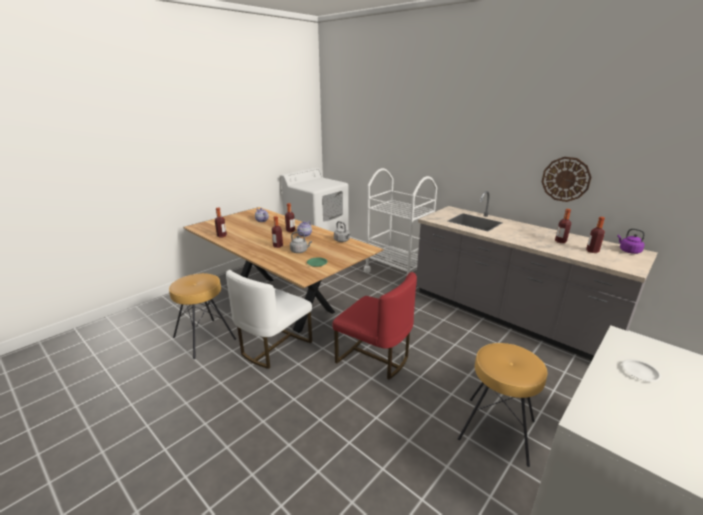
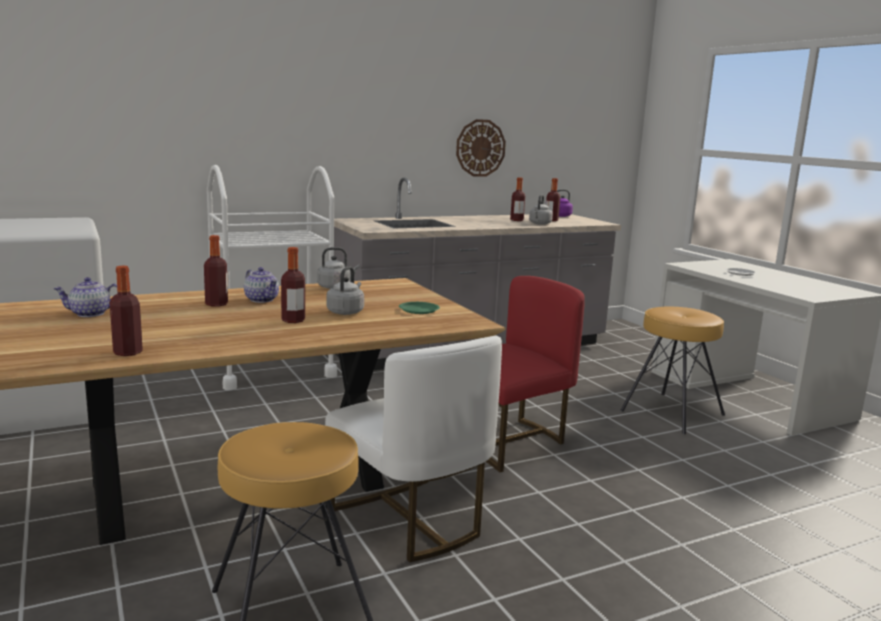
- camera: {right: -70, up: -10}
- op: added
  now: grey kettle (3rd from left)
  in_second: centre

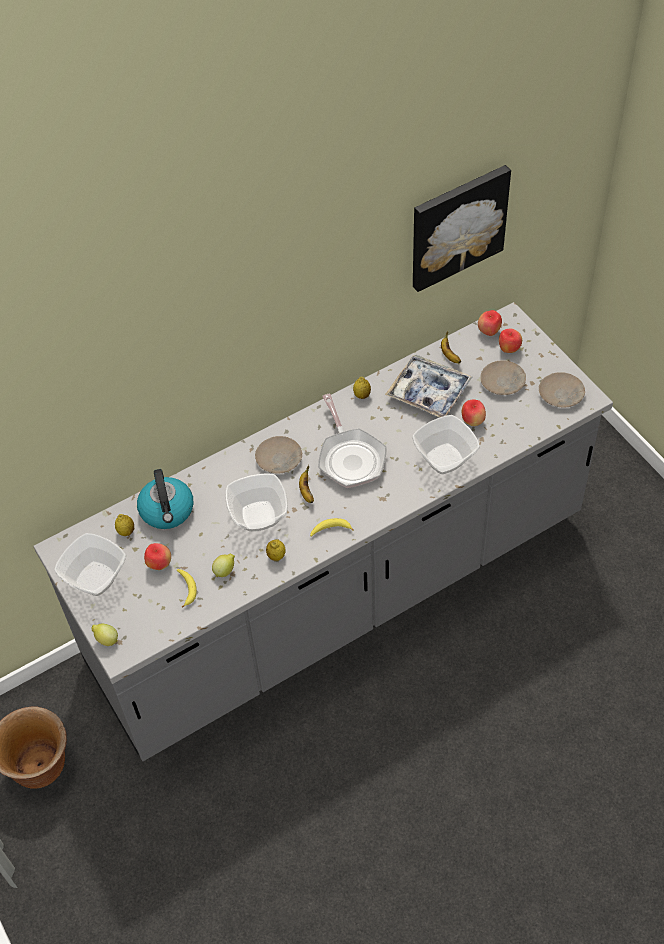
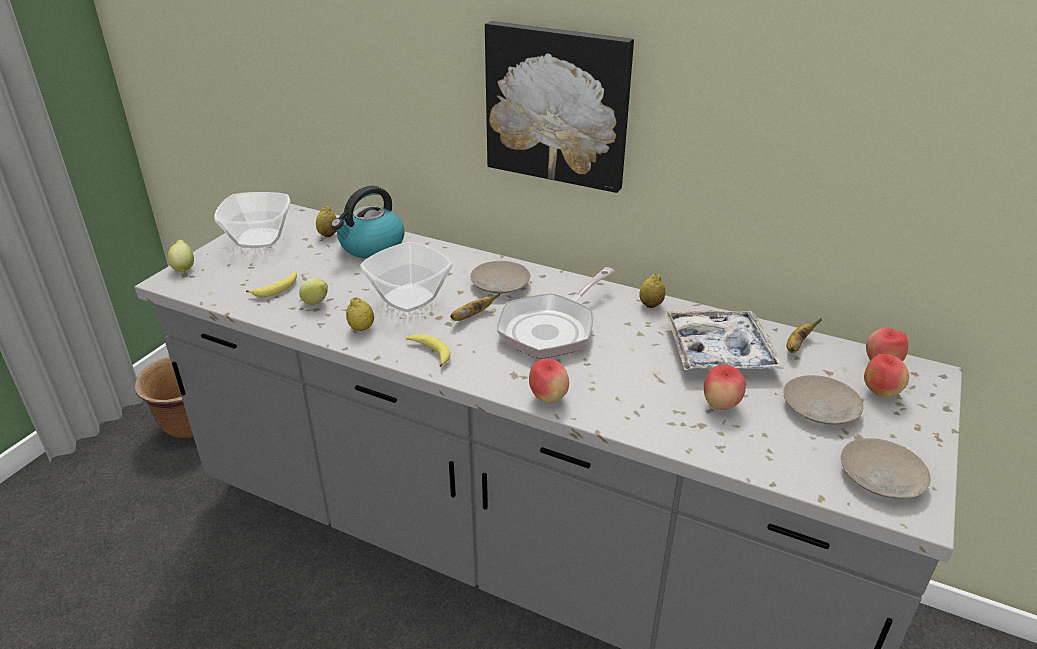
- camera: {right: 55, up: -20}
- op: removed
  was: bowl (3rd from left)
  in_first: middle right
- op: moved
  was: apple (1st from left)
  in_first: middle left
  in_second: centre
- op: moved
  was: picture
  in_first: top right
  in_second: top centre

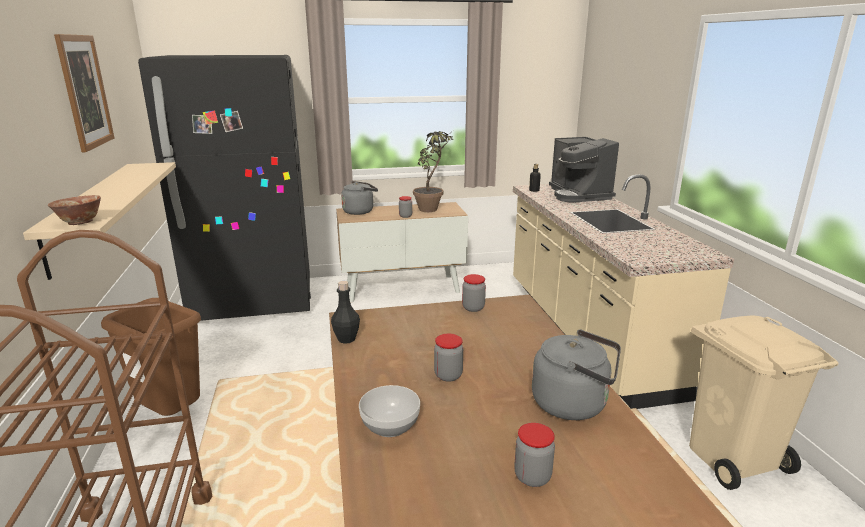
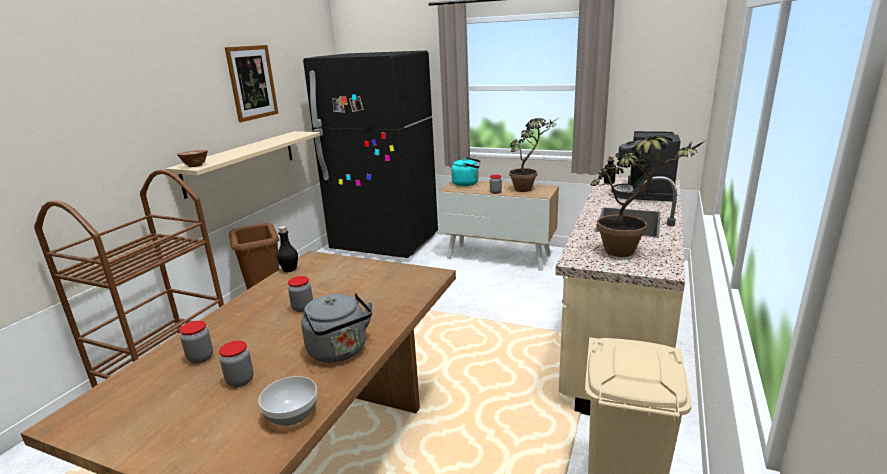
- camera: {right: 35, up: 0}
- op: added
  now: potted plant (2nd from left)
  in_second: middle right
- op: moved
  was: bowl (2nd from left)
  in_first: bottom centre
  in_second: bottom left
- op: moved
  was: jar (3rd from left in the first image)
  now: jar (1st from left)
  in_first: centre
  in_second: bottom left
- op: recoloured
  was: grey kettle (1st from left)
  now: turquoise kettle
  in_first: centre
  in_second: centre

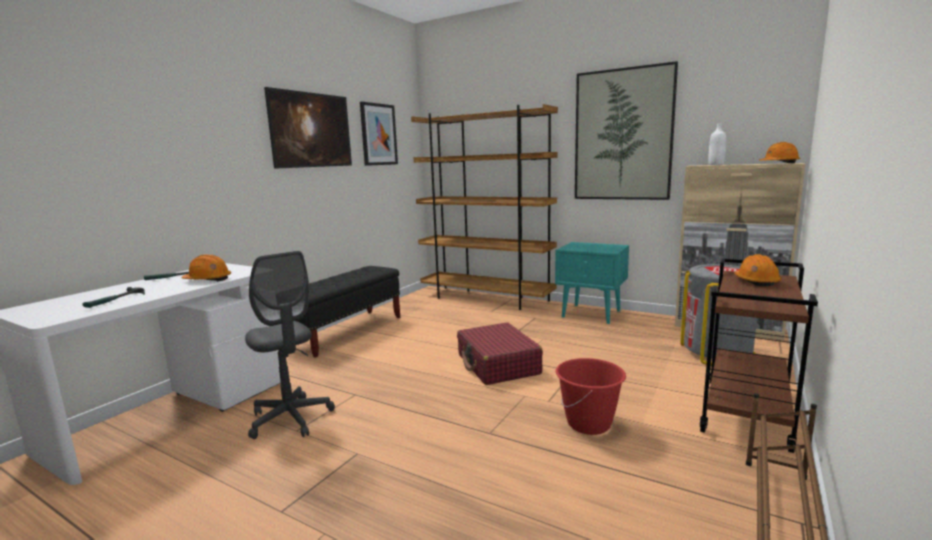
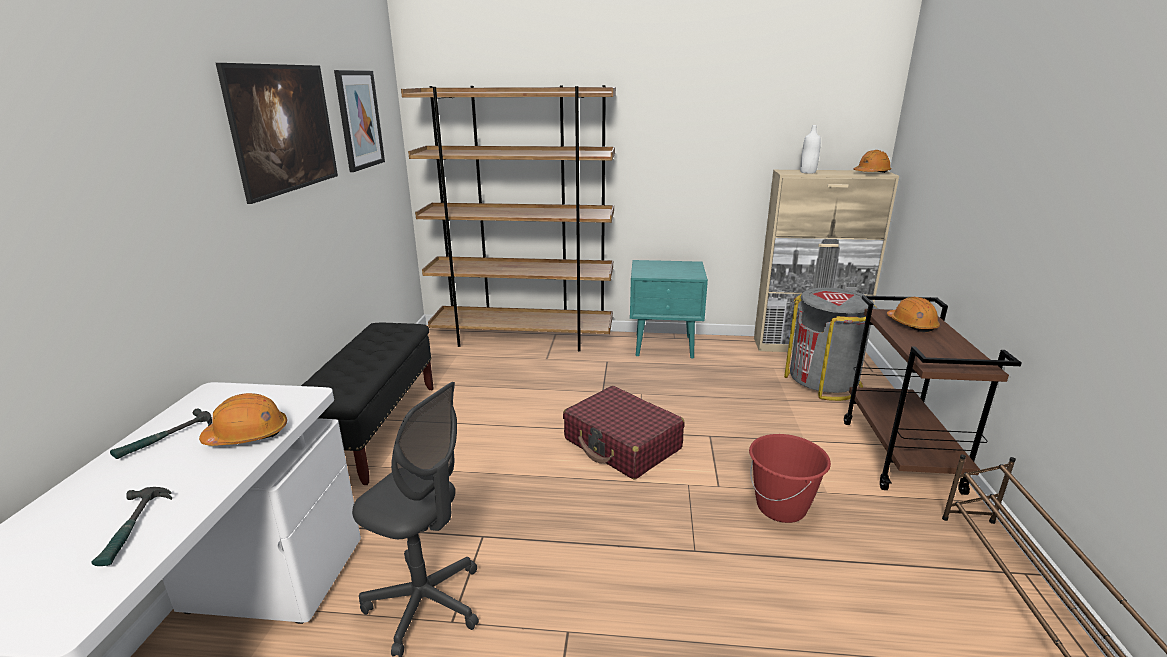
- camera: {right: -25, up: 10}
- op: removed
  was: picture (3rd from left)
  in_first: top right

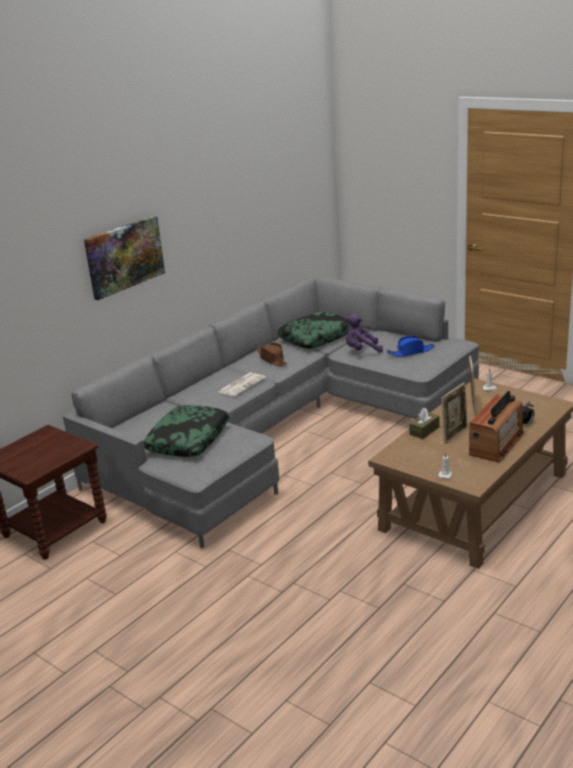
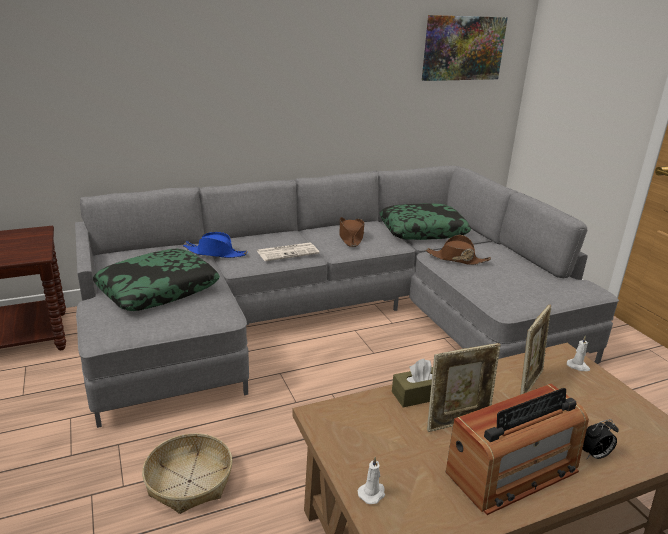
- camera: {right: 25, up: 0}
- op: added
  now: basket
  in_second: bottom left
- op: moved
  was: picture
  in_first: middle left
  in_second: top right
- op: moved
  was: blue hat
  in_first: middle right
  in_second: middle left
- op: replaced
  was: purple plush toy
  now: brown hat (2nd from left)
  in_first: centre
  in_second: middle right

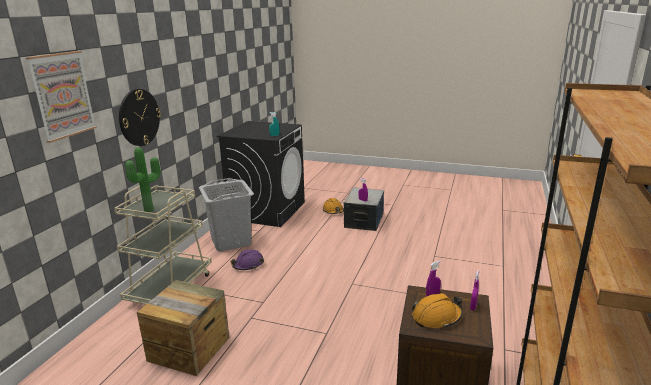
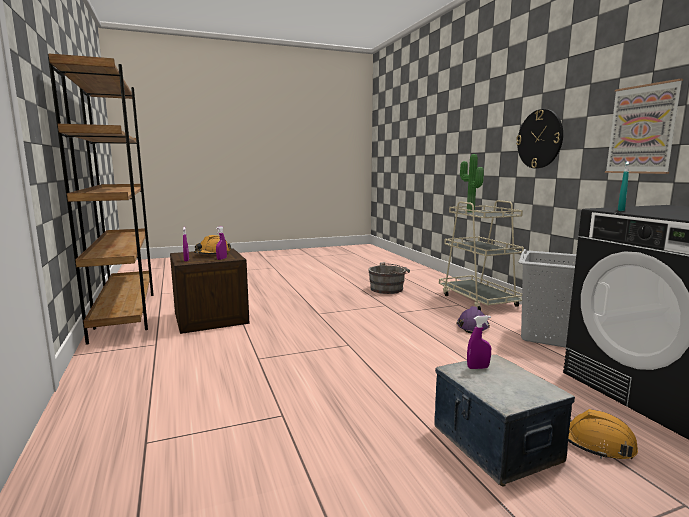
- camera: {right: 140, up: -10}
- op: moved
  was: picture
  in_first: top left
  in_second: top right
- op: replaced
  was: crate (1st from left)
  now: grey bucket
  in_first: bottom left
  in_second: centre

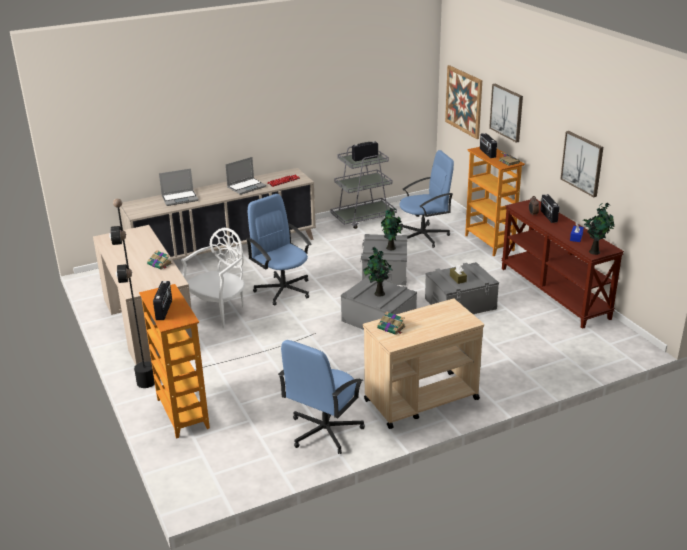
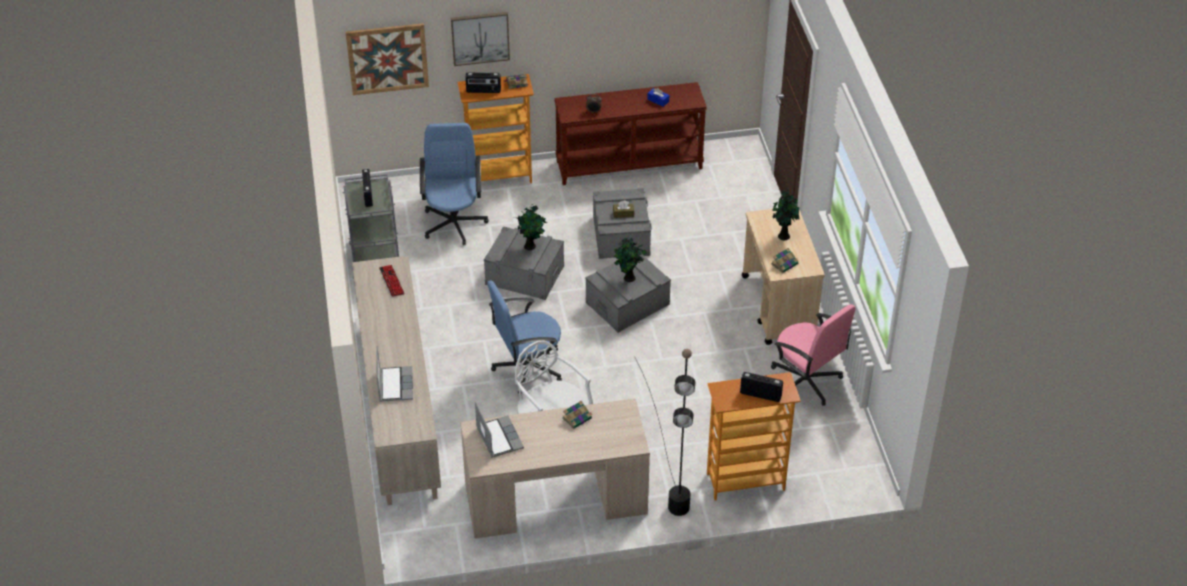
- camera: {right: -75, up: 15}
- op: removed
  was: radio (4th from left)
  in_first: middle right
- op: removed
  was: picture (3rd from left)
  in_first: top right
- op: moved
  was: laptop (2nd from left)
  in_first: top centre
  in_second: bottom centre
- op: moved
  was: potted plant (3rd from left)
  in_first: middle right
  in_second: centre
- op: recoloured
  was: blue office chair (2nd from left)
  now: pink office chair
  in_first: bottom centre
  in_second: middle right

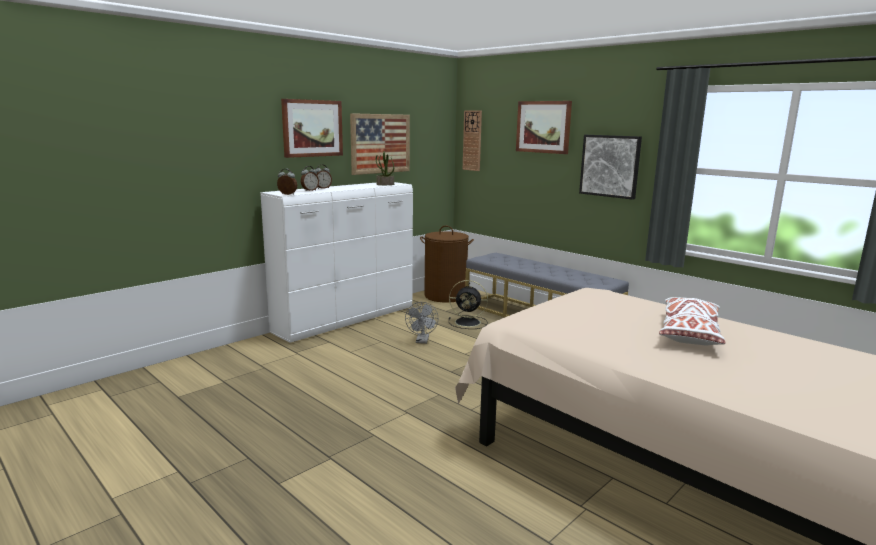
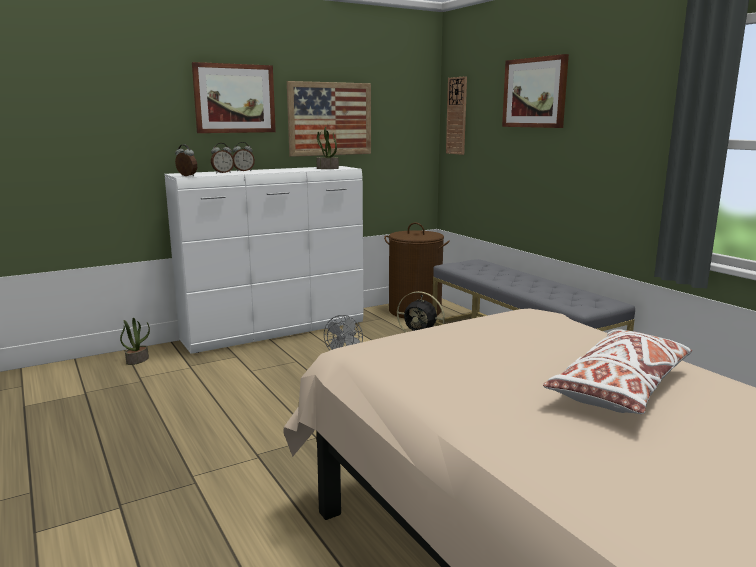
- camera: {right: 15, up: 0}
- op: removed
  was: picture (4th from left)
  in_first: top right
- op: added
  now: potted plant (1st from left)
  in_second: middle left

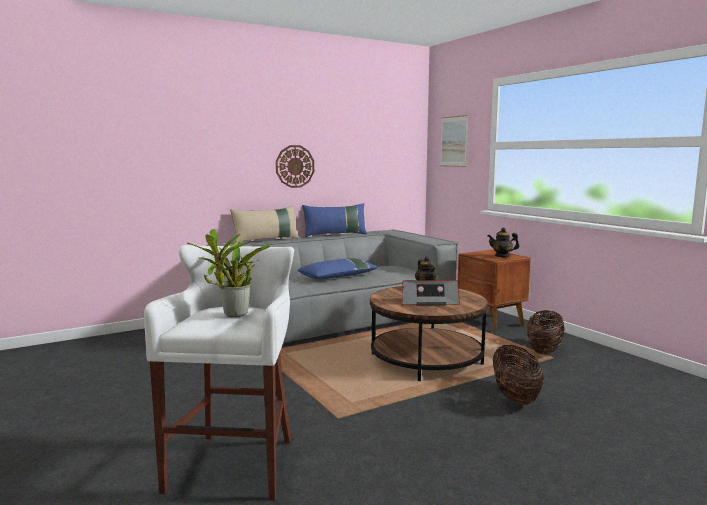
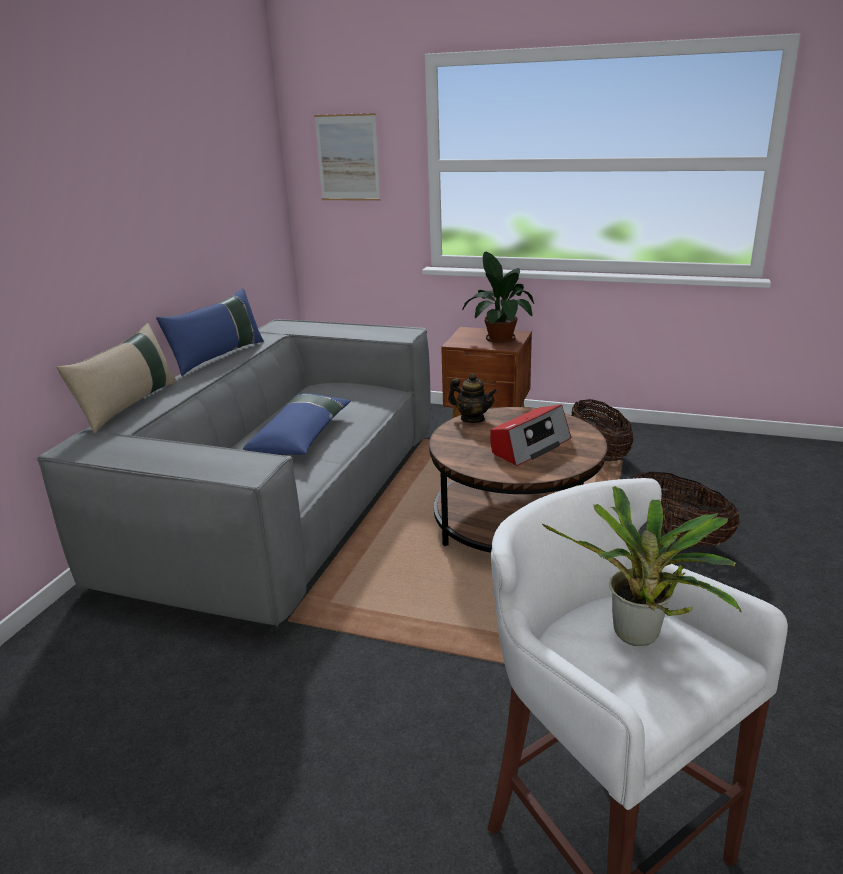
- camera: {right: -40, up: 15}
- op: removed
  was: wall clock
  in_first: top centre
- op: replaced
  was: teapot (2nd from left)
  now: potted plant (1st from left)
  in_first: middle right
  in_second: centre

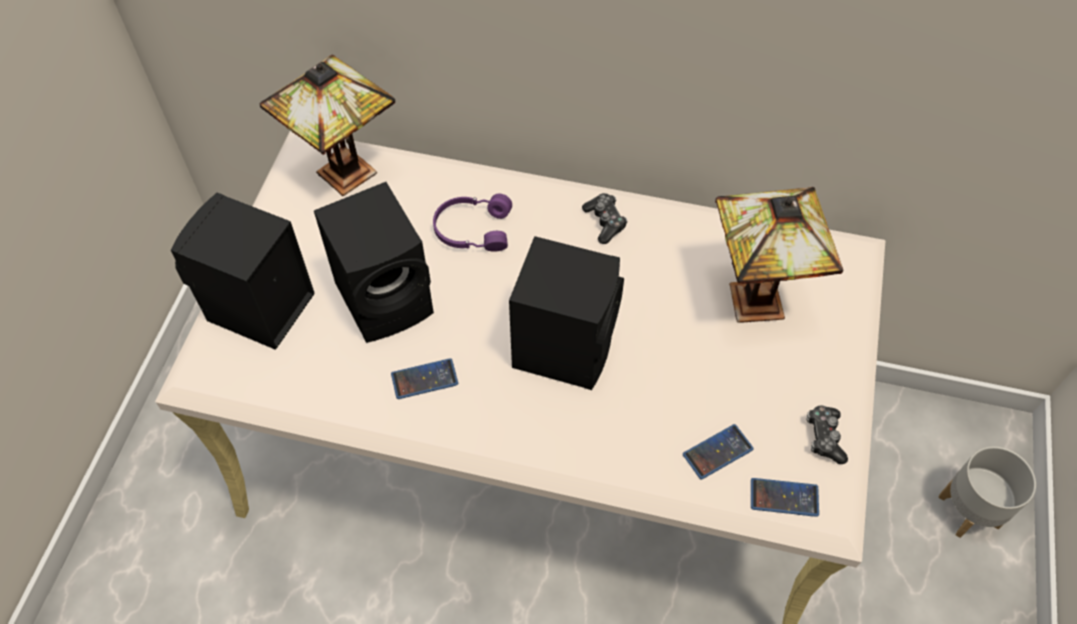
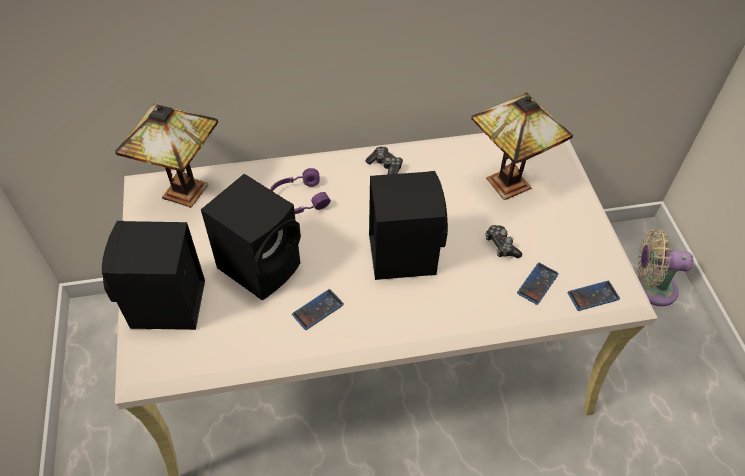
- camera: {right: -25, up: -5}
- op: moved
  was: game controller (2nd from left)
  in_first: bottom right
  in_second: middle right
- op: replaced
  was: grey planter
  now: beige fan
  in_first: bottom right
  in_second: middle right

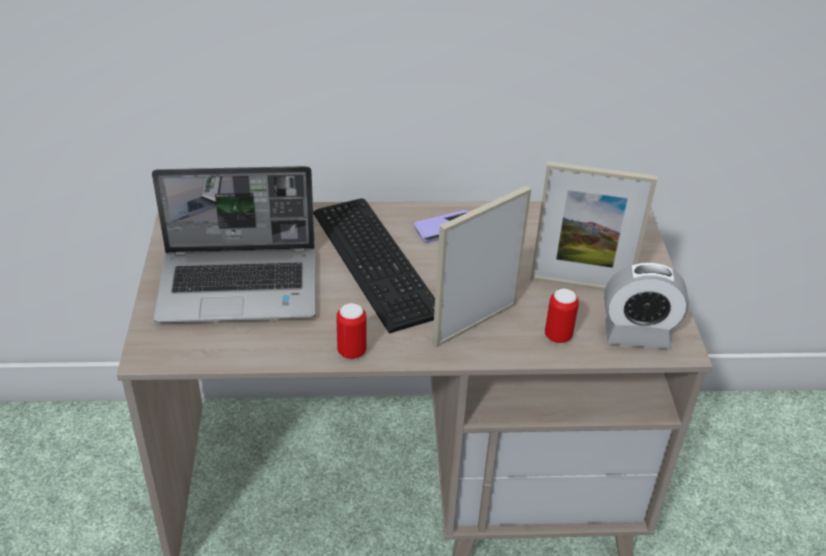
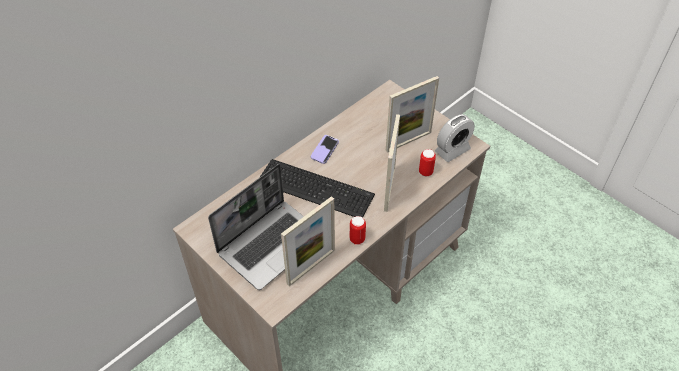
- camera: {right: -40, up: 10}
- op: added
  now: picture frame (1st from left)
  in_second: centre

